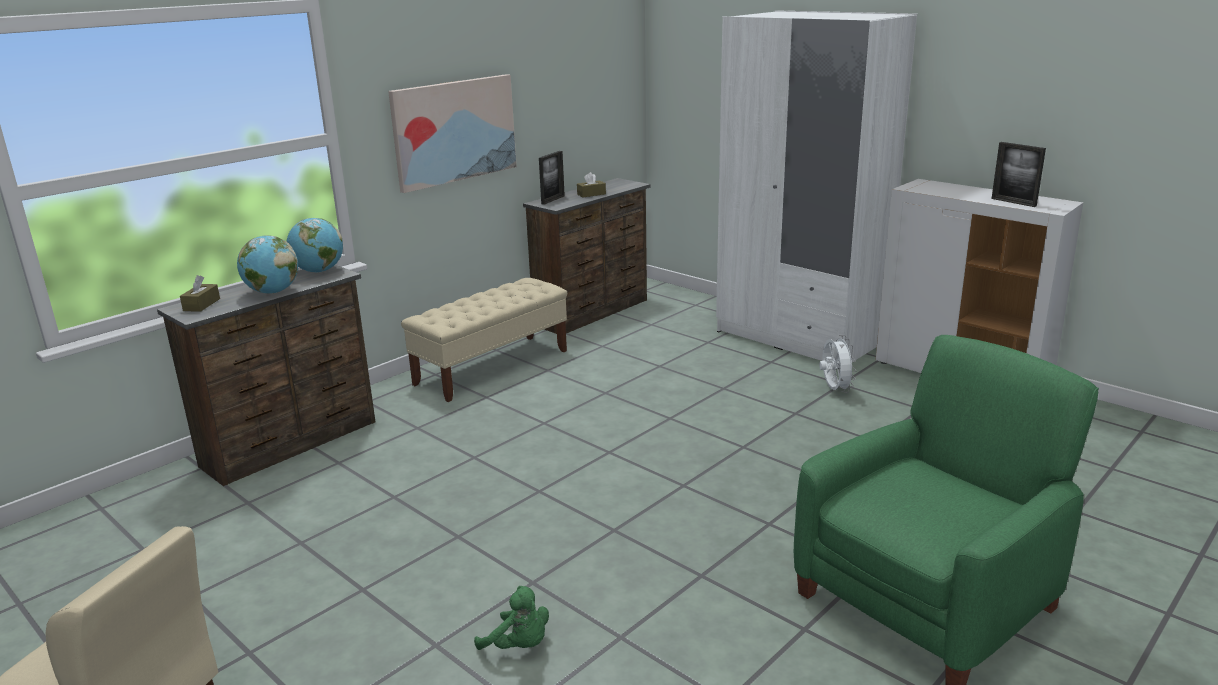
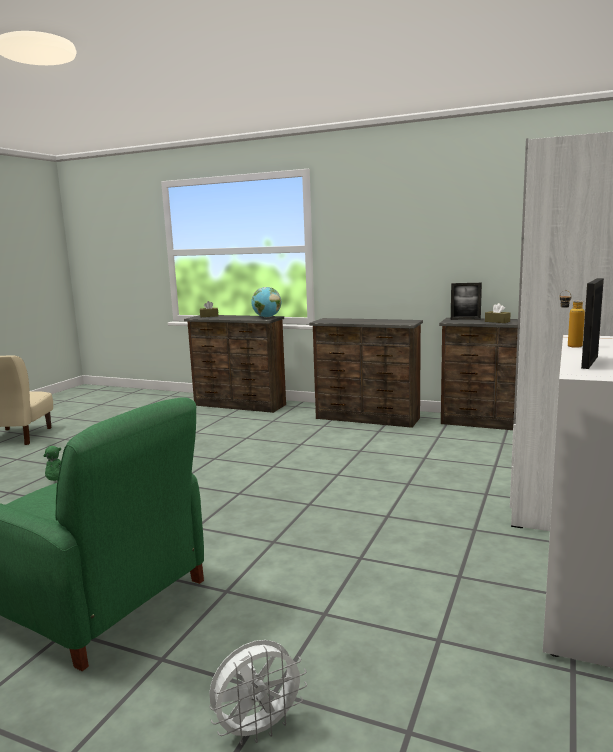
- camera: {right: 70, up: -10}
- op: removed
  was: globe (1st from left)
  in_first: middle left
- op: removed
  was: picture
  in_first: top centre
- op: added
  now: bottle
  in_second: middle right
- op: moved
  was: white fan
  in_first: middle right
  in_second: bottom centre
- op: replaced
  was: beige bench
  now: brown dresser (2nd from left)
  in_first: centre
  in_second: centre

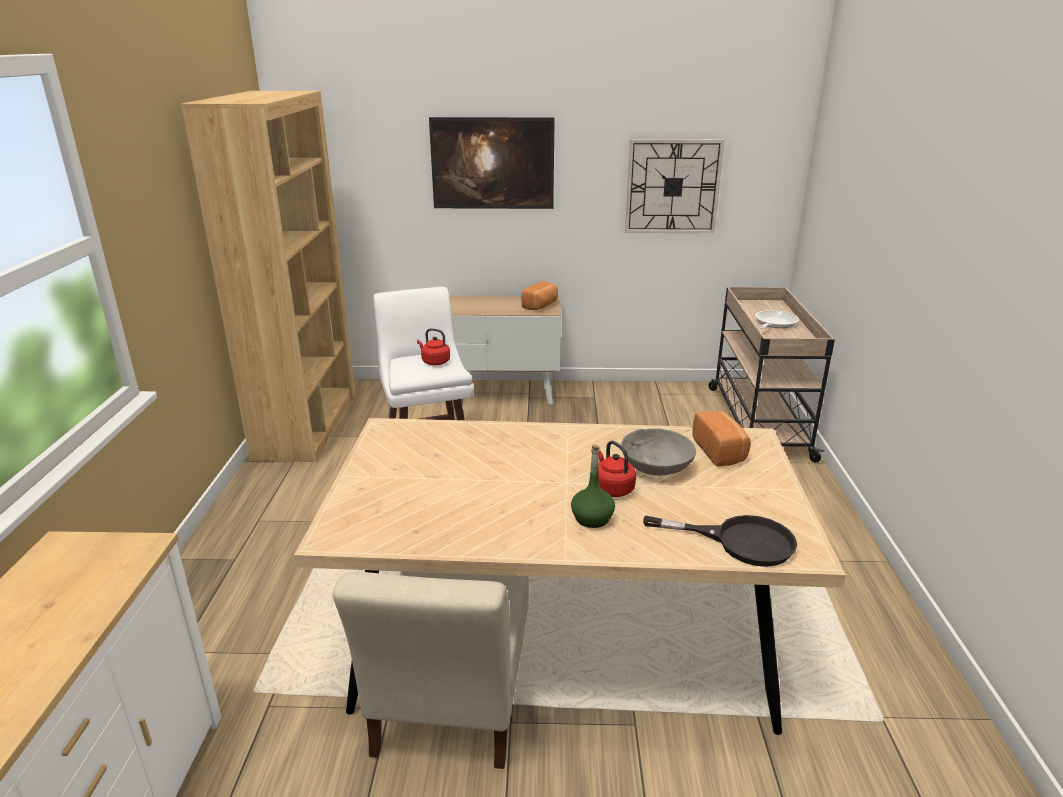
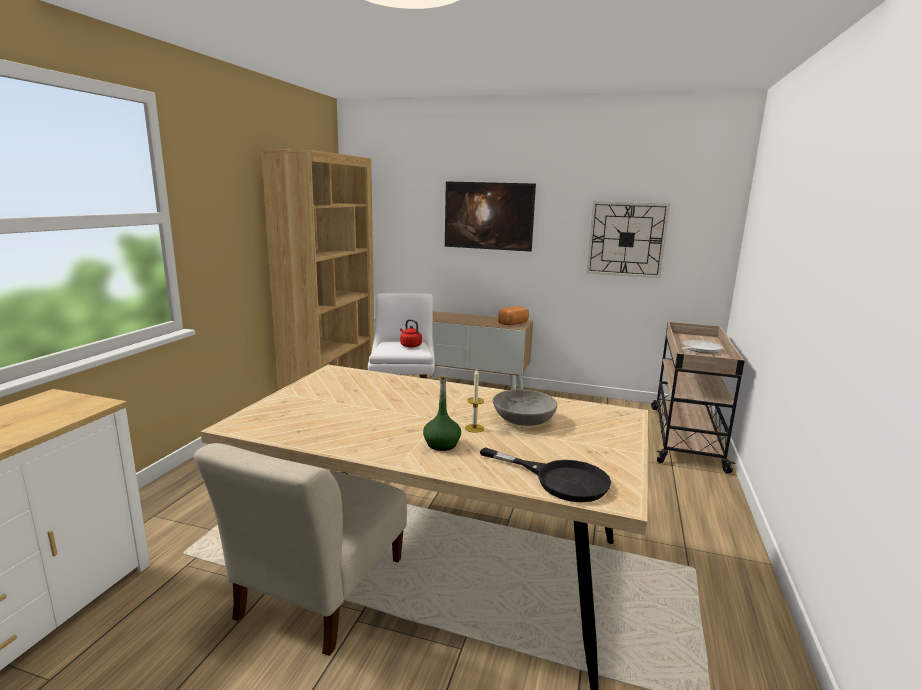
- camera: {right: 15, up: -10}
- op: removed
  was: bread (2nd from left)
  in_first: middle right
- op: replaced
  was: red kettle (2nd from left)
  now: candle
  in_first: centre
  in_second: centre

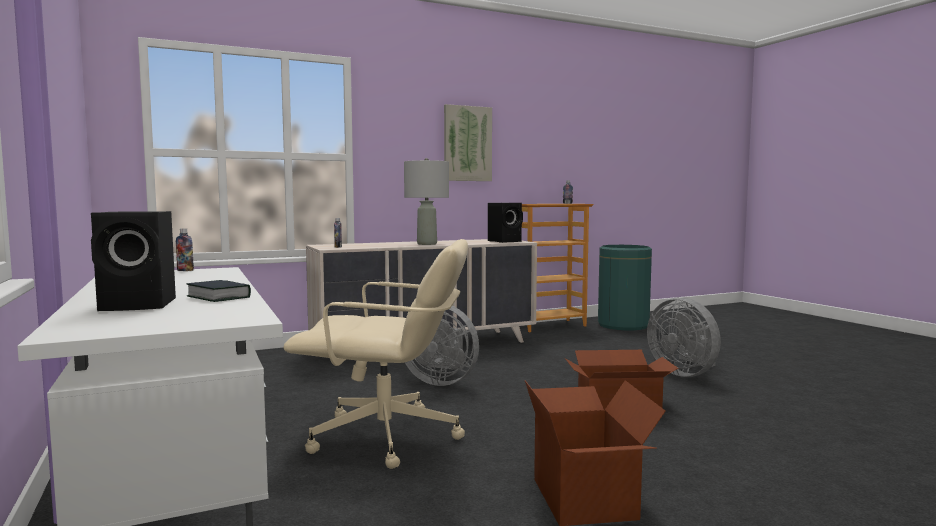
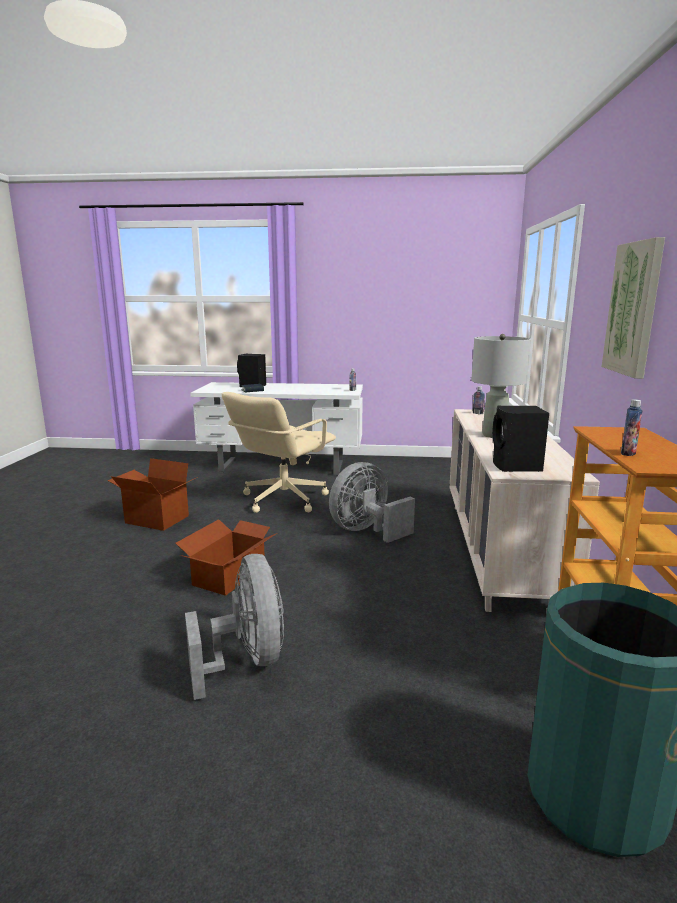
- camera: {right: 120, up: 10}
- op: turned
  was: grey fan (2nd from left in the first image)
  in_first: middle right
  in_second: bottom centre
  clockwise: 75

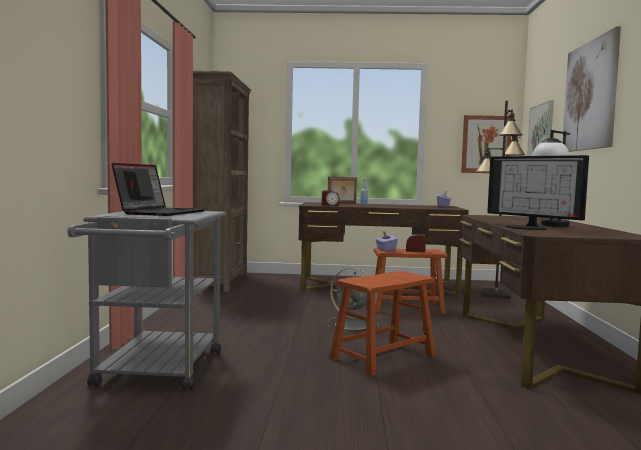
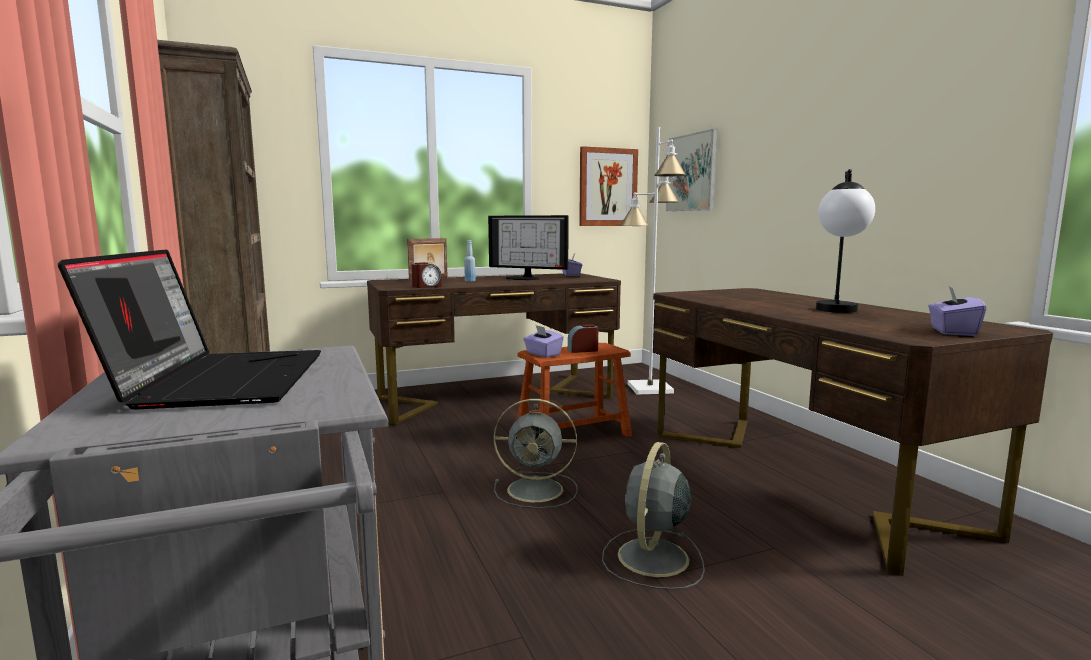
- camera: {right: -25, up: 5}
- op: removed
  was: picture (3rd from left)
  in_first: top right
- op: added
  now: purple tissue box (3rd from left)
  in_second: middle right
- op: moved
  was: monitor
  in_first: middle right
  in_second: centre
- op: replaced
  was: brown stool (1st from left)
  now: grey fan (2nd from left)
  in_first: bottom centre
  in_second: bottom centre
- op: recoloured
  was: black floor lamp
  now: white floor lamp
  in_first: middle right
  in_second: centre

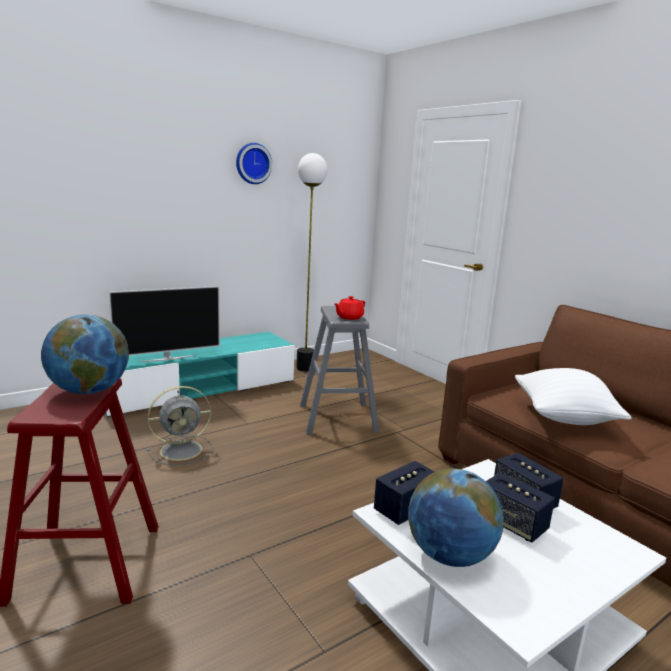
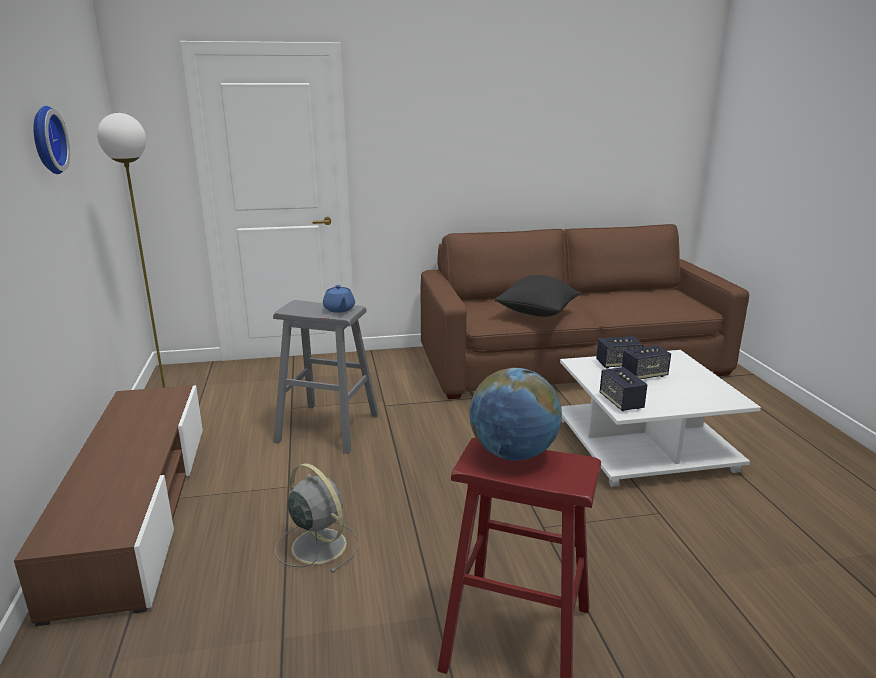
- camera: {right: -65, up: 5}
- op: removed
  was: television
  in_first: middle left
- op: removed
  was: globe (2nd from left)
  in_first: bottom right
- op: recoloured
  was: turquoise tv stand
  now: brown tv stand
  in_first: middle left
  in_second: bottom left
- op: recoloured
  was: red teapot
  now: blue teapot
  in_first: centre
  in_second: centre
- op: recoloured
  was: white pillow
  now: black pillow
  in_first: middle right
  in_second: centre
- op: turned
  was: grey fan
  in_first: middle left
  in_second: bottom centre
  clockwise: -45

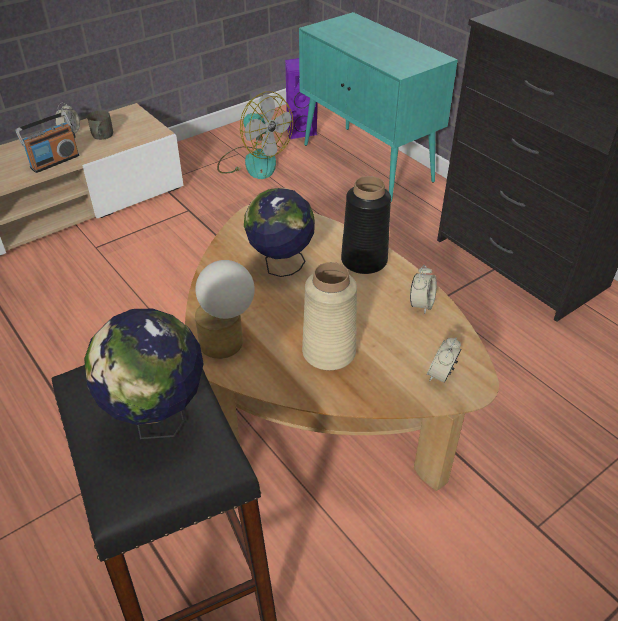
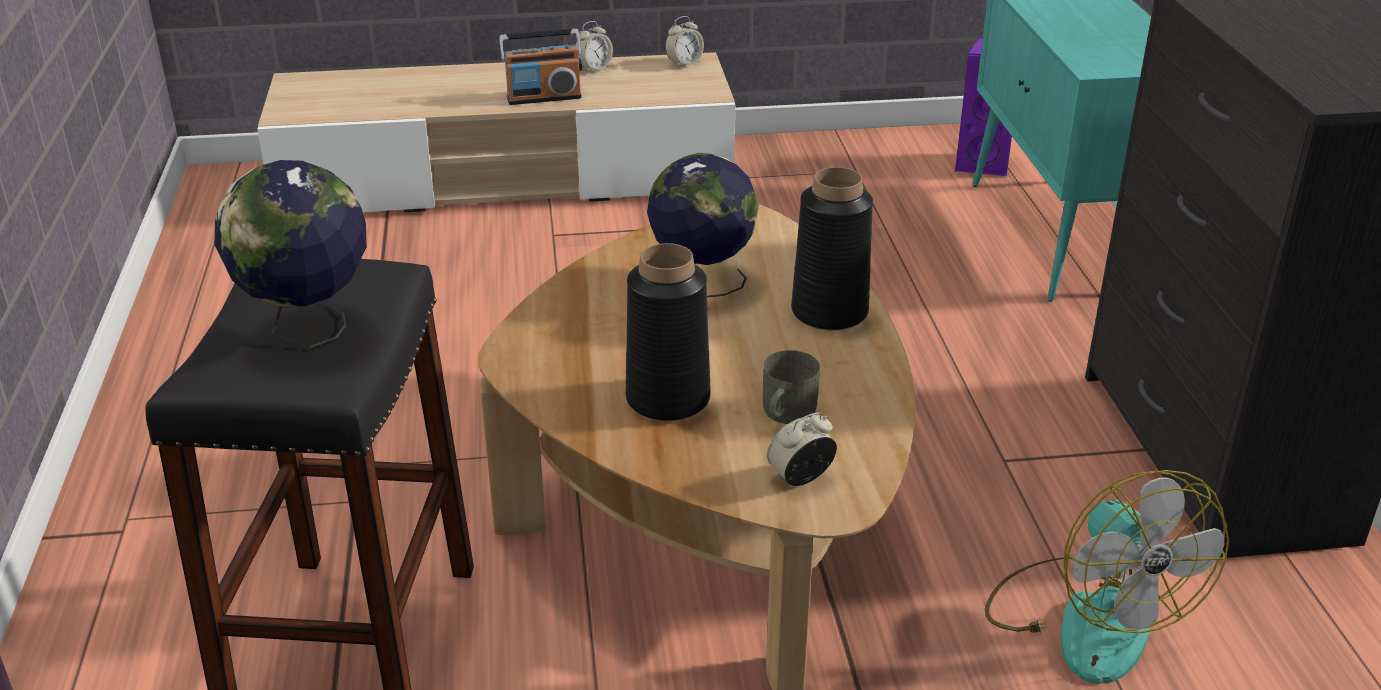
- camera: {right: 30, up: -10}
- op: removed
  was: table lamp
  in_first: centre
- op: moved
  was: grey mug
  in_first: top left
  in_second: centre
- op: moved
  was: fan
  in_first: top centre
  in_second: bottom right
- op: moved
  was: alarm clock (2nd from left)
  in_first: middle right
  in_second: top centre
- op: recoloured
  was: beige vase
  now: black vase (1st from left)
  in_first: centre
  in_second: centre

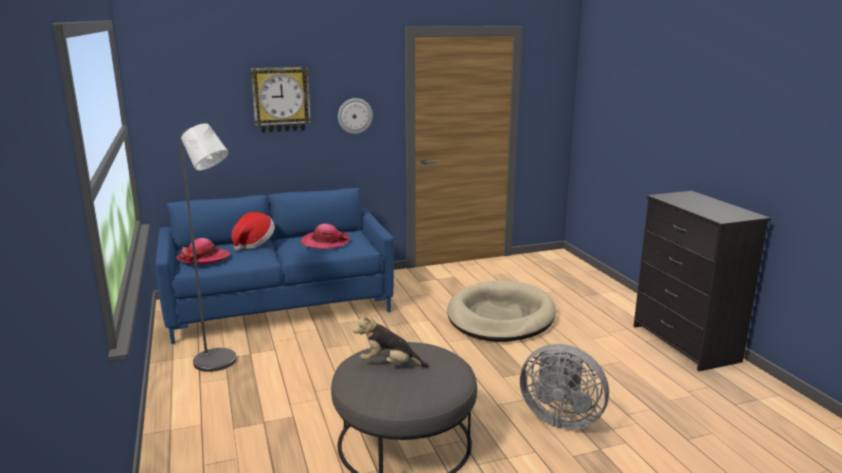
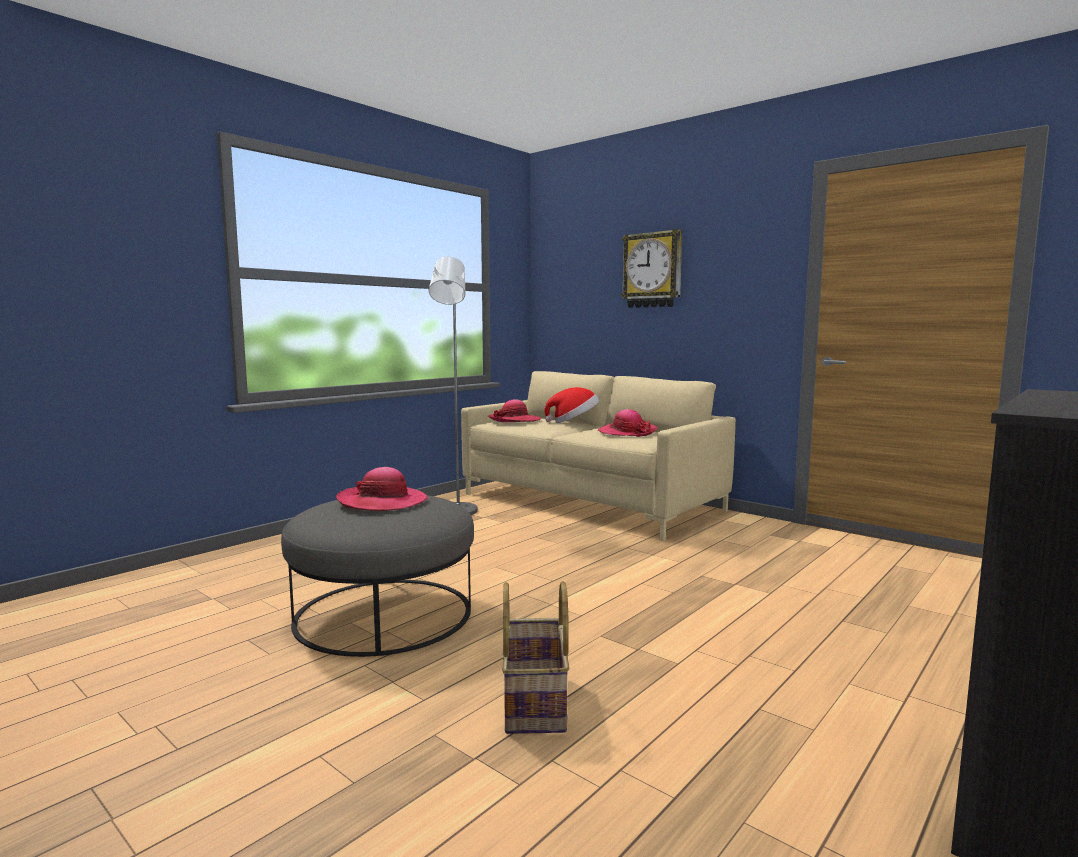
- camera: {right: 60, up: -10}
- op: removed
  was: wall clock (2nd from left)
  in_first: top centre
- op: removed
  was: beige dog bed
  in_first: centre
- op: replaced
  was: plush toy
  now: hat (1st from left)
  in_first: bottom centre
  in_second: centre
- op: replaced
  was: grey fan
  now: basket
  in_first: bottom right
  in_second: bottom centre
- op: recoloured
  was: blue sofa
  now: beige sofa
  in_first: middle left
  in_second: centre

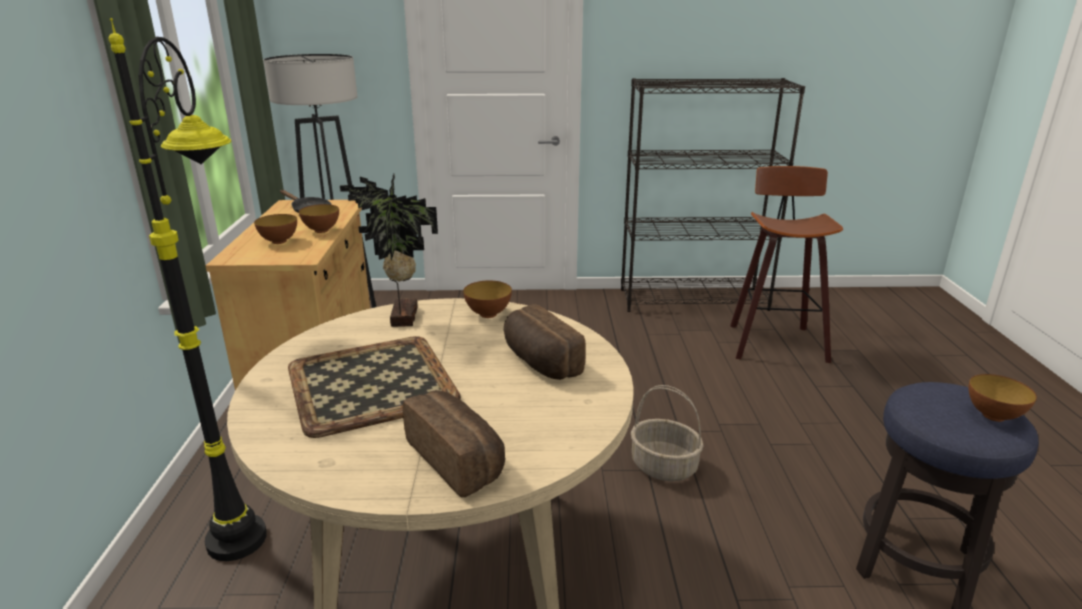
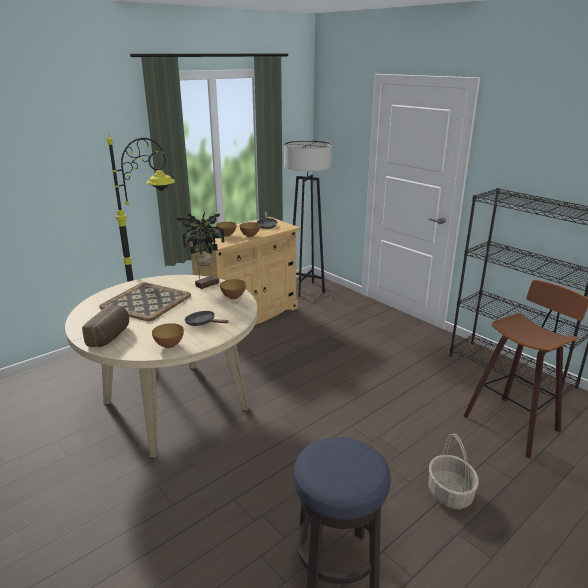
- camera: {right: 50, up: 0}
- op: moved
  was: basket
  in_first: bottom centre
  in_second: bottom right
- op: moved
  was: bowl (4th from left in the first image)
  now: bowl (1st from left)
  in_first: middle right
  in_second: middle left
- op: replaced
  was: bread (2nd from left)
  now: black frying pan (1st from left)
  in_first: centre
  in_second: centre

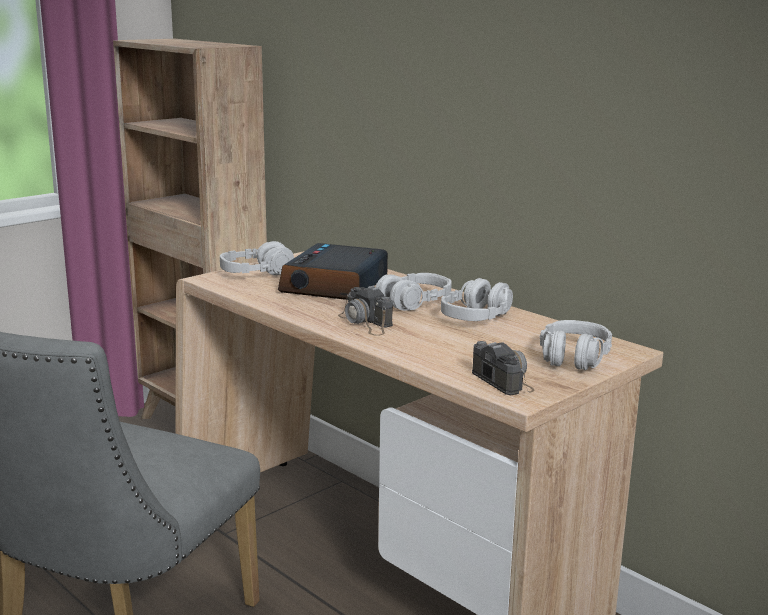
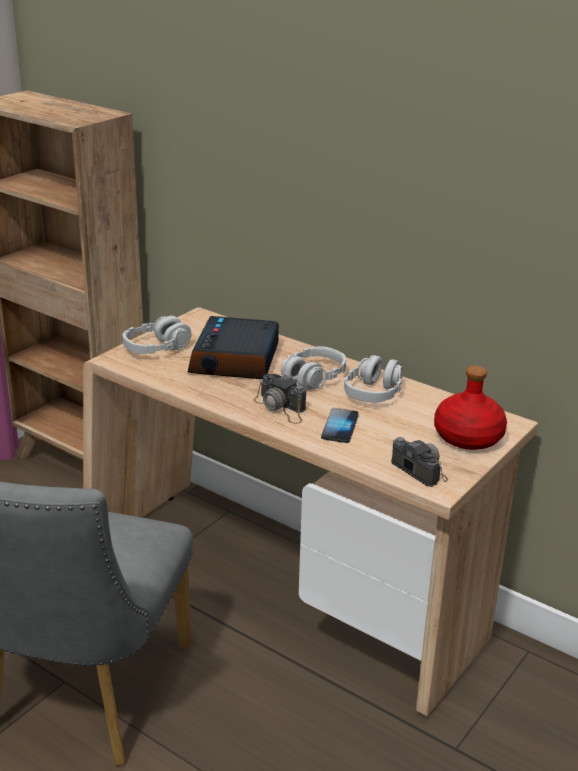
- camera: {right: -10, up: 10}
- op: added
  now: phone
  in_second: centre
- op: replaced
  was: grey headphones (4th from left)
  now: red bottle
  in_first: middle right
  in_second: middle right

